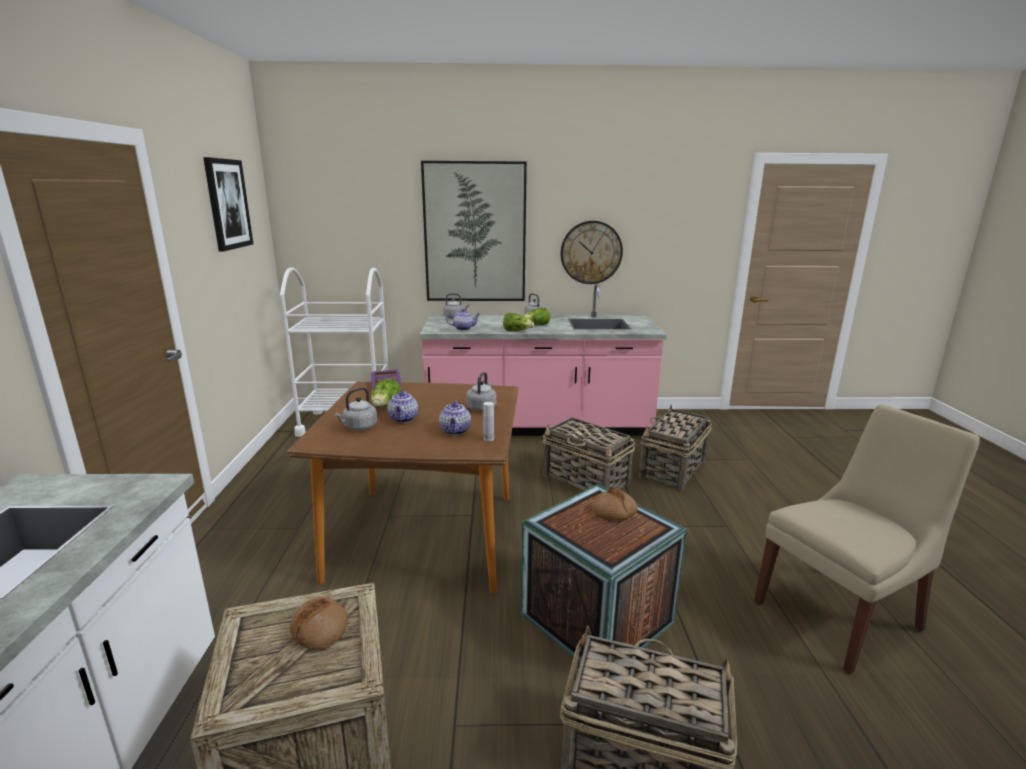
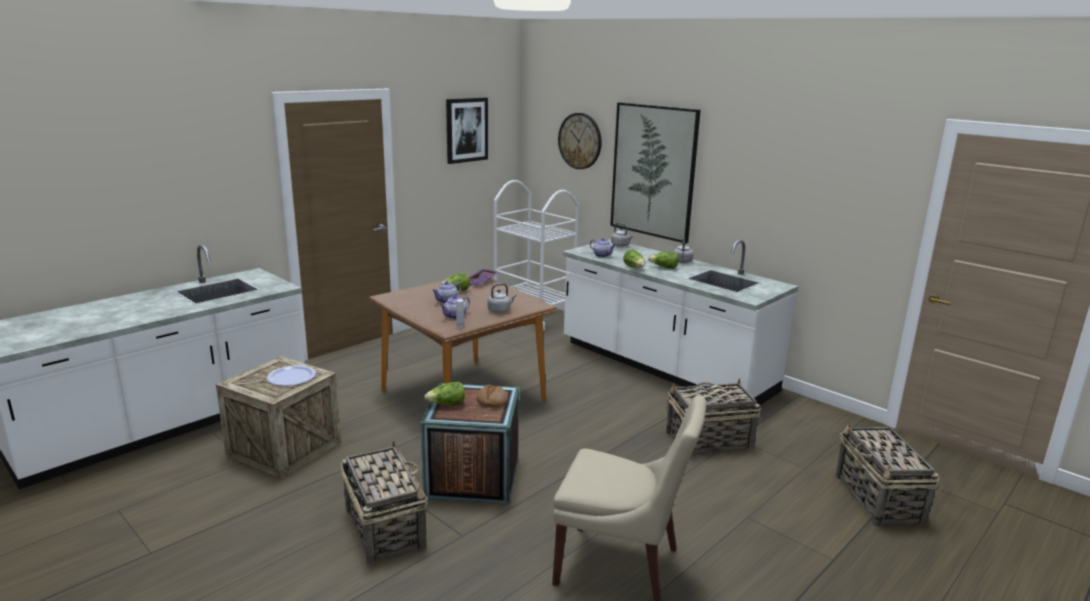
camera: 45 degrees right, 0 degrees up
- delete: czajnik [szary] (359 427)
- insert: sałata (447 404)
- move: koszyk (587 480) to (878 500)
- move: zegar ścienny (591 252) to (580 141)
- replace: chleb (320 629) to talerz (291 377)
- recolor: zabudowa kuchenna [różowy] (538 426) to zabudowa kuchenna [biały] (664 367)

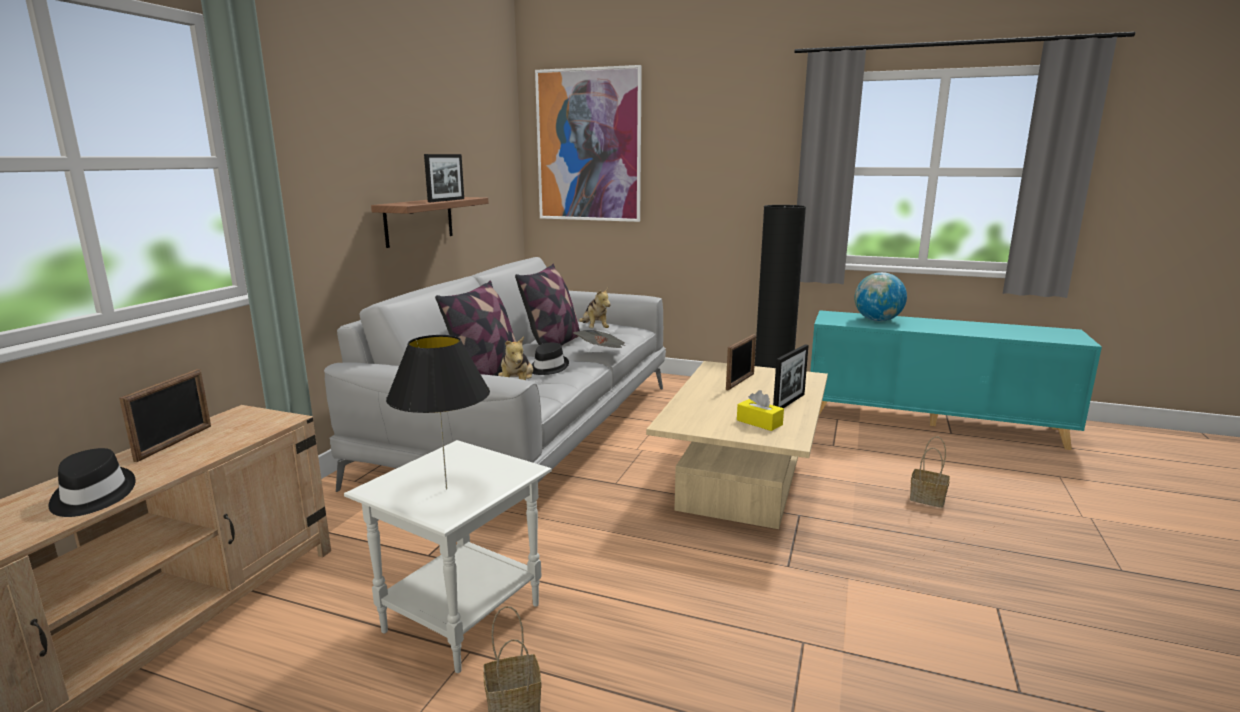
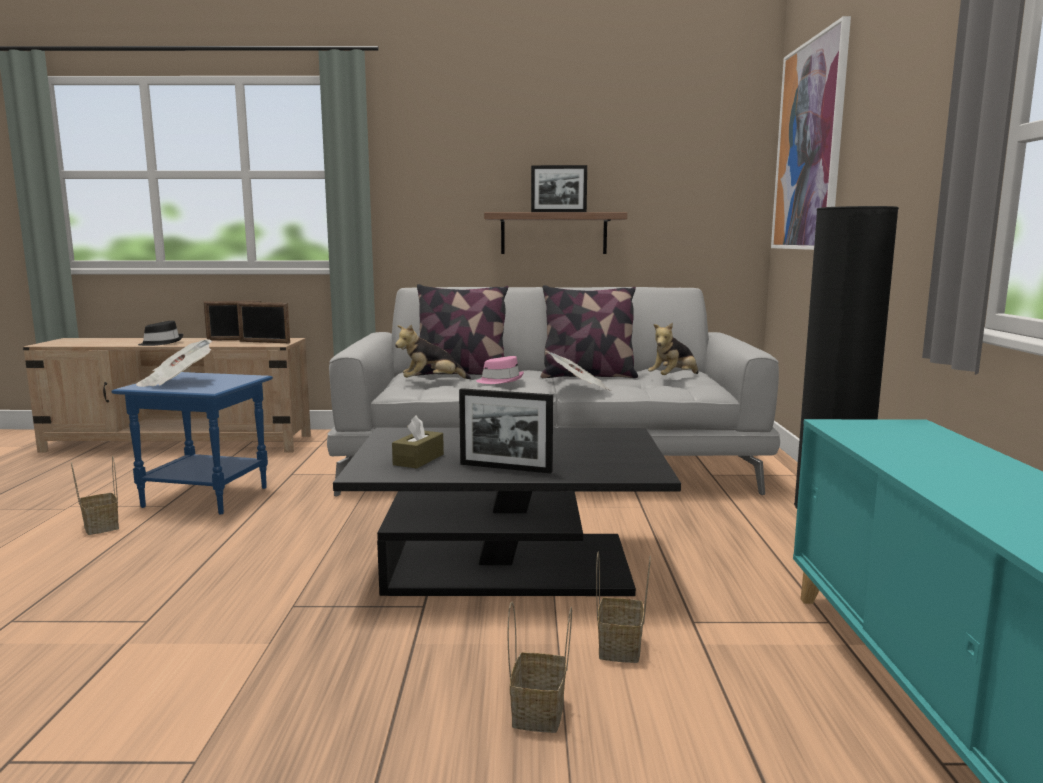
camera: 70 degrees right, 5 degrees down
- delete: globus (877 320)
- insert: koszyk (620 648)
- move: ramka na zdjęcie (740 382) to (264 342)
- replace: lampa stołowa [czarny] (447 489) to gazeta (176 382)
- recolor: stolik [biały] (463 617) to stolik [niebieski] (207 497)
- recolor: kapelusz [czarny] (547 368) to kapelusz [różowy] (500 380)
- recolor: ława [beżowy] (742 478) to ława [czarny] (509 565)
- recolor: pudełko chusteczek [żółty] (759 422) to pudełko chusteczek [brązowy] (418 459)

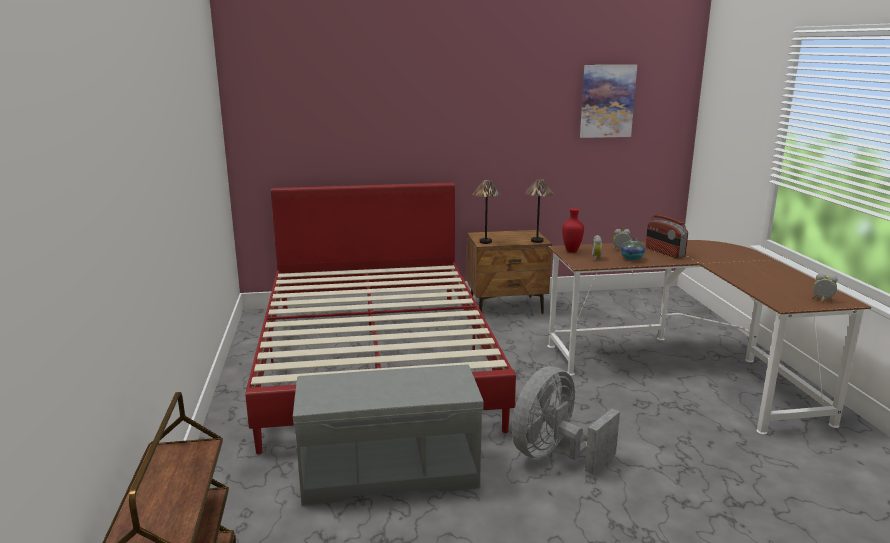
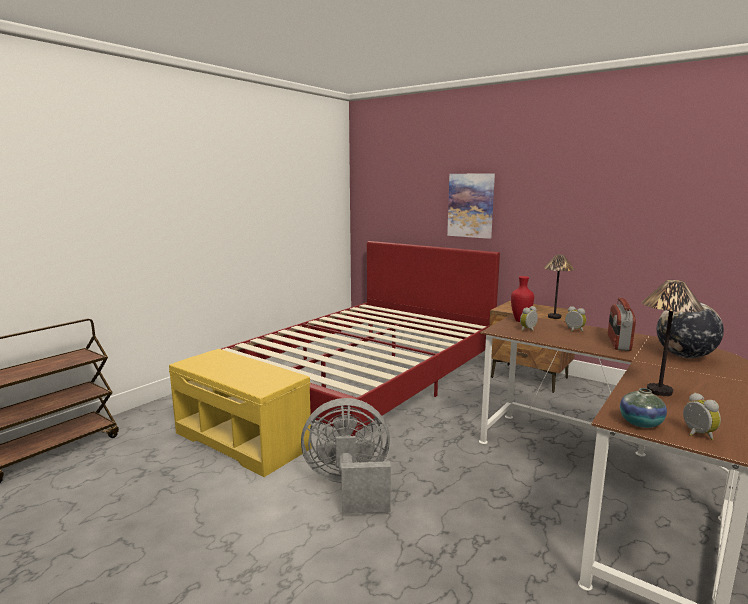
camera: 45 degrees right, 5 degrees down
- insert: globus (684 356)
- move: lampa stołowa (485 242) to (658 391)
- move: obraz (607 101) to (471 205)
- move: wazon (632 258) to (640 423)
- recolor: ławka [szary] (391 471) to ławka [żółty] (243 440)

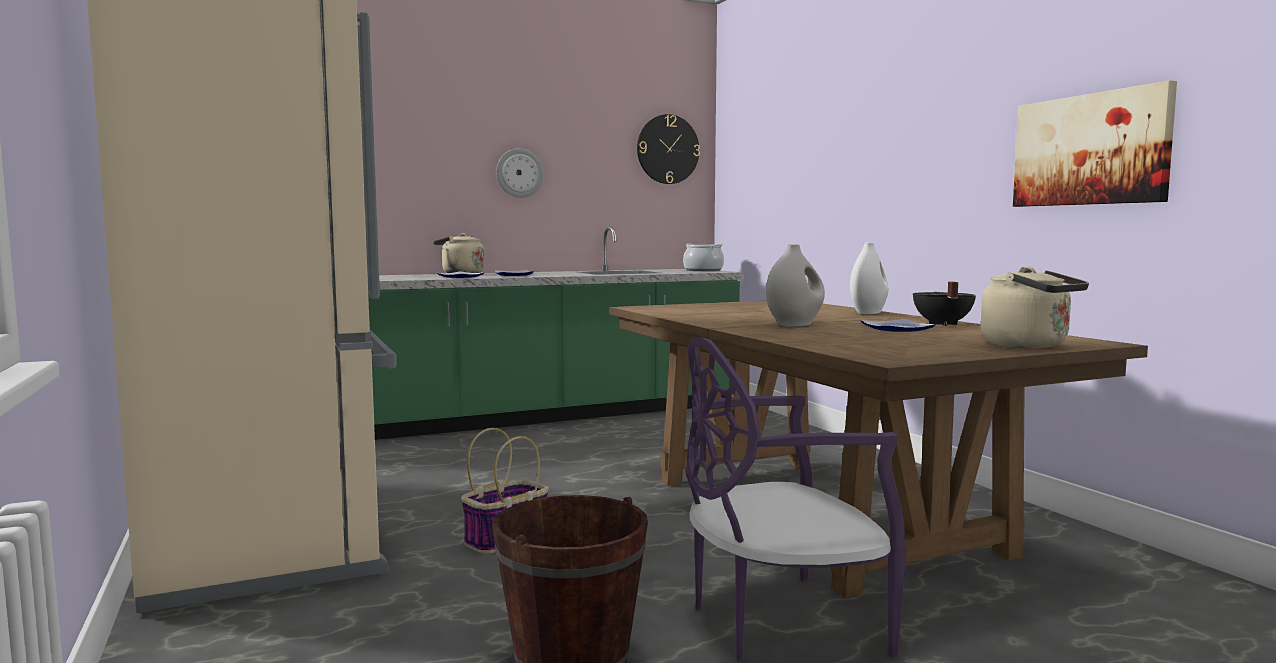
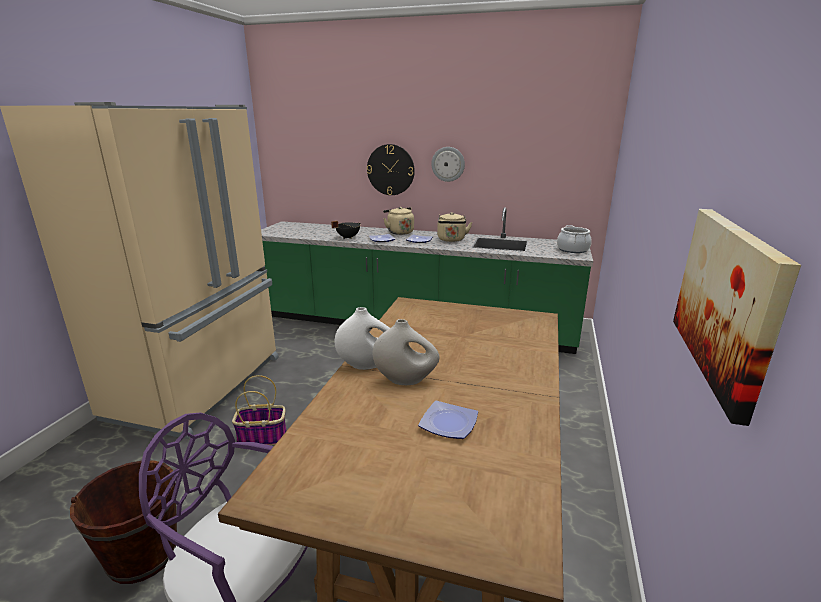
camera: 40 degrees right, 15 degrees up
- move: zegar ścienny (667 149) to (390 170)
- move: wazon [biały] (868 313) to (367 365)
- move: garnek [czarny] (941 324) to (347 237)
- move: czajnik [beżowy] (1029 345) to (451 240)

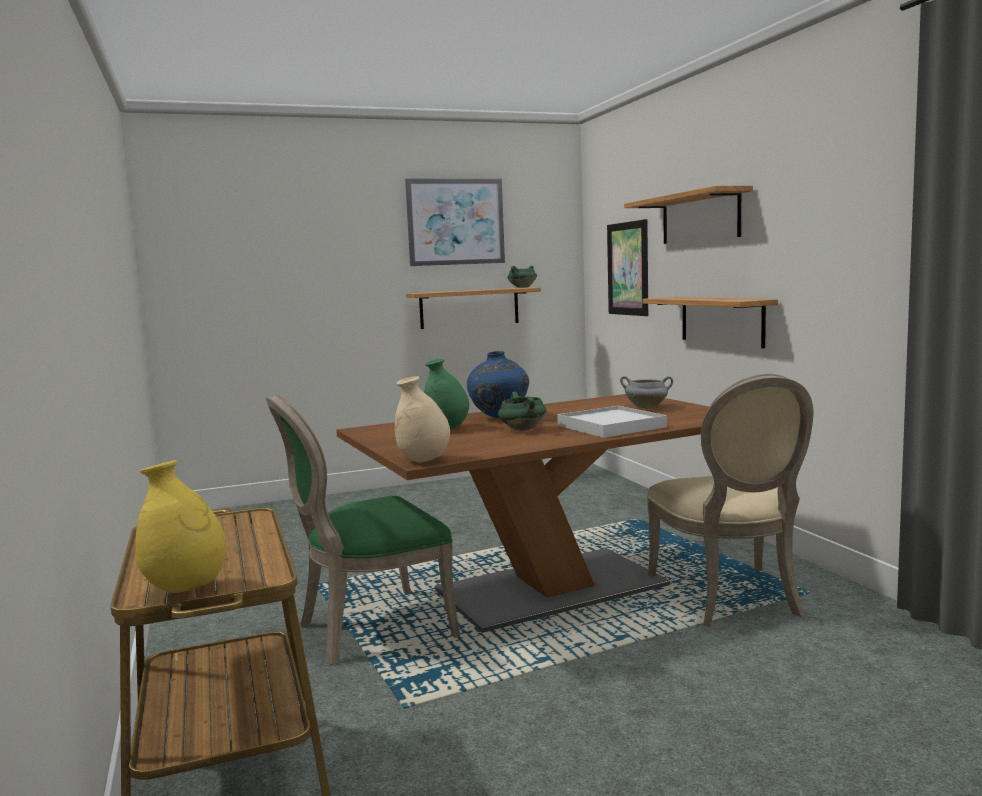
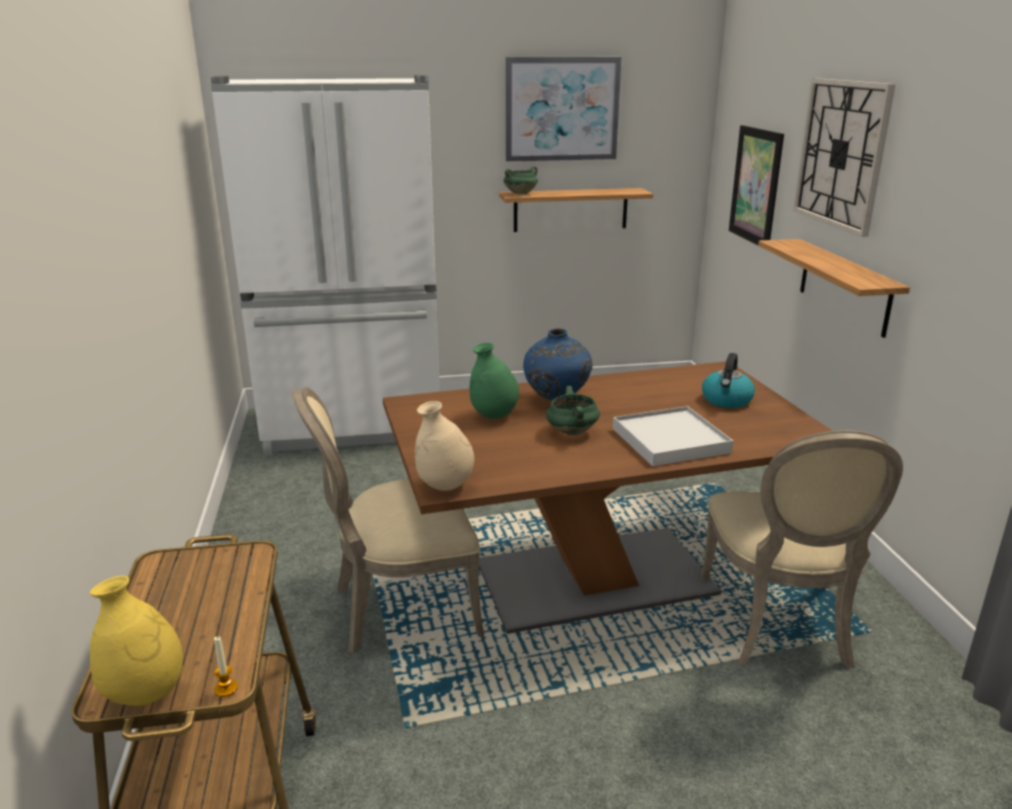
camera: 10 degrees right, 15 degrees up
- insert: lodówka [biały] (354 427)
- insert: świeca (226 689)
- move: garnek [zielony] (522 287) to (520 193)
- replace: garnek [szary] (647 407) to czajnik (727 400)
- replace: półka (700 218) to zegar ścienny (841 154)
- recolor: krzesło [zielony] (369 629) to krzesło [beżowy] (399 609)

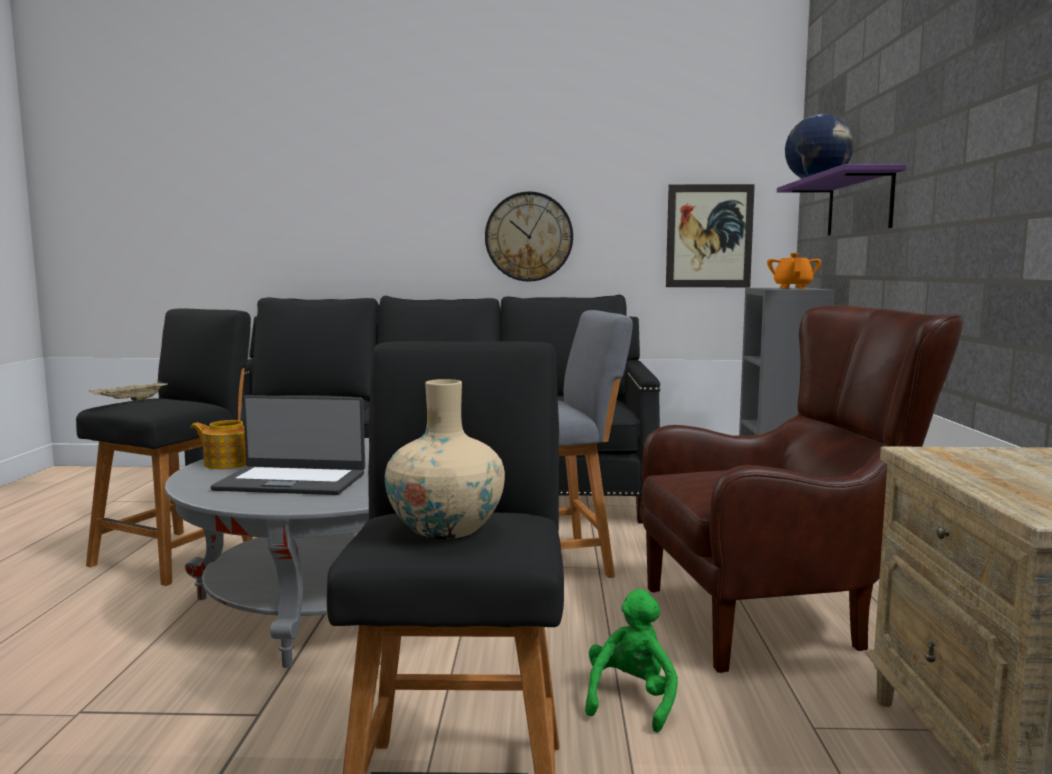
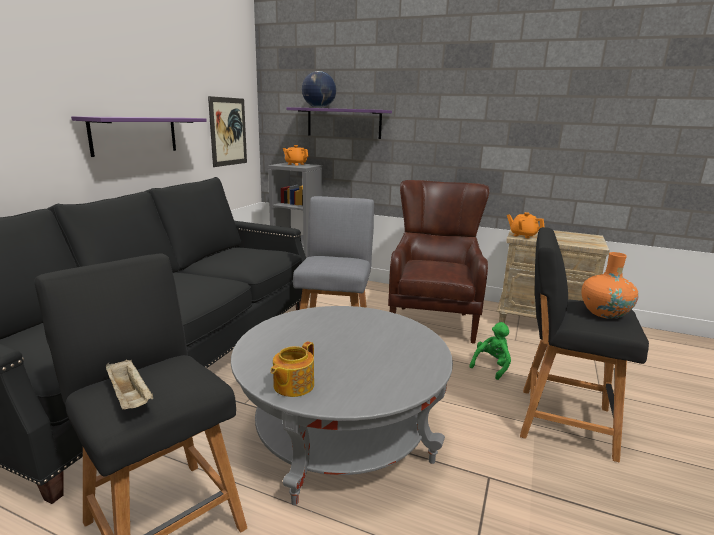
camera: 70 degrees left, 10 degrees up
- delete: laptop (292 481)
- insert: imbryk [pomarańczowy] (523 235)
- replace: zegar ścienny (529 237) to półka [fioletowy] (135 135)
- recolor: wazon [beżowy] (446 528) to wazon [pomarańczowy] (604 313)
- rotate: pluszak [zielony] (631 699) = (491 366) 90 degrees clockwise

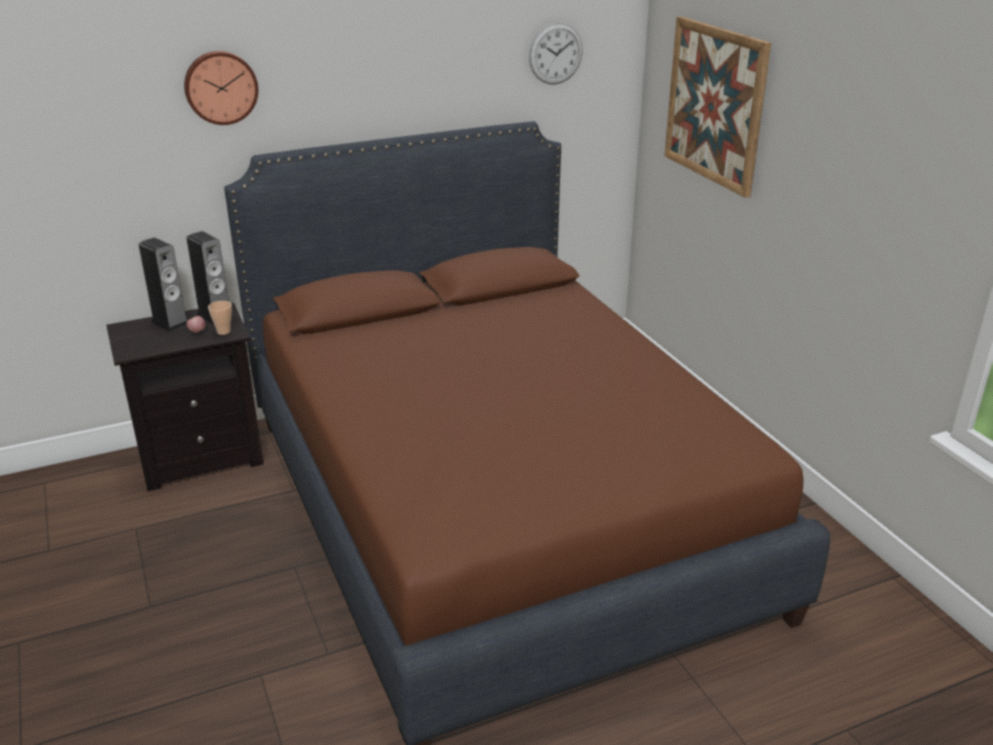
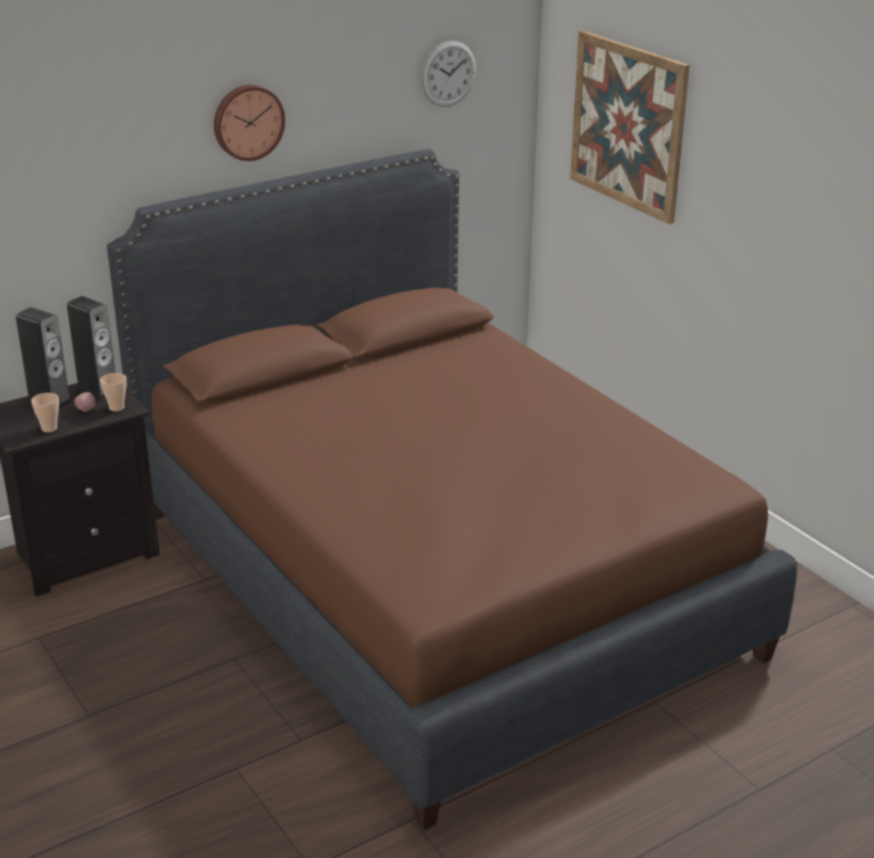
camera: 10 degrees left, 0 degrees up
- insert: filiżanka (49 428)
- move: zegar ścienny (220 87) to (247 122)

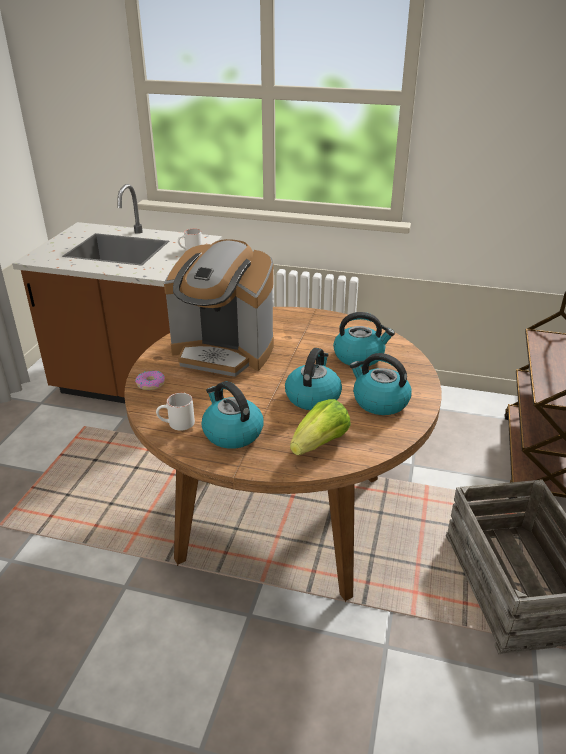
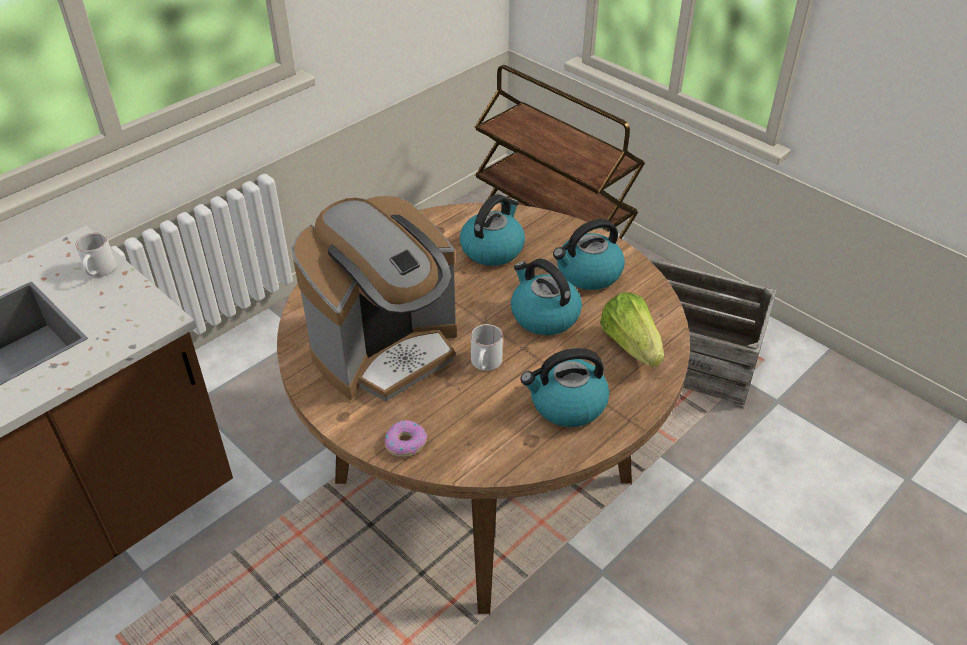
camera: 60 degrees left, 10 degrees up
- move: kubek [biały] (176 424) to (486 364)

